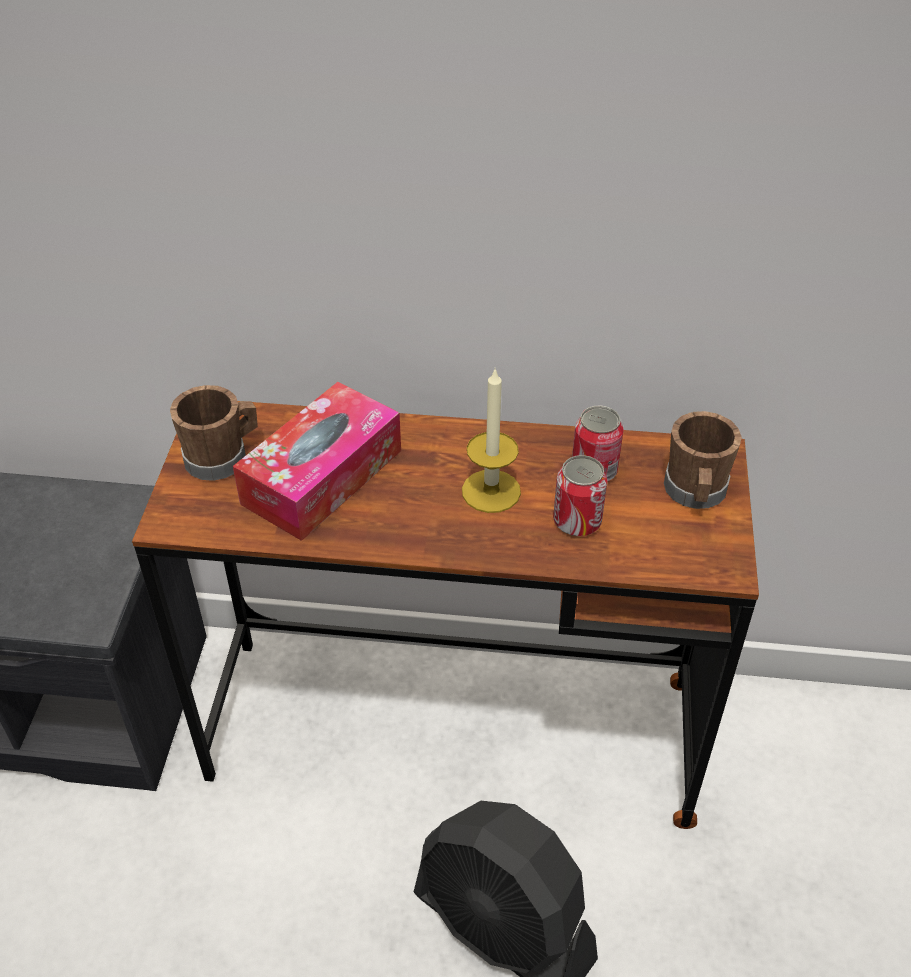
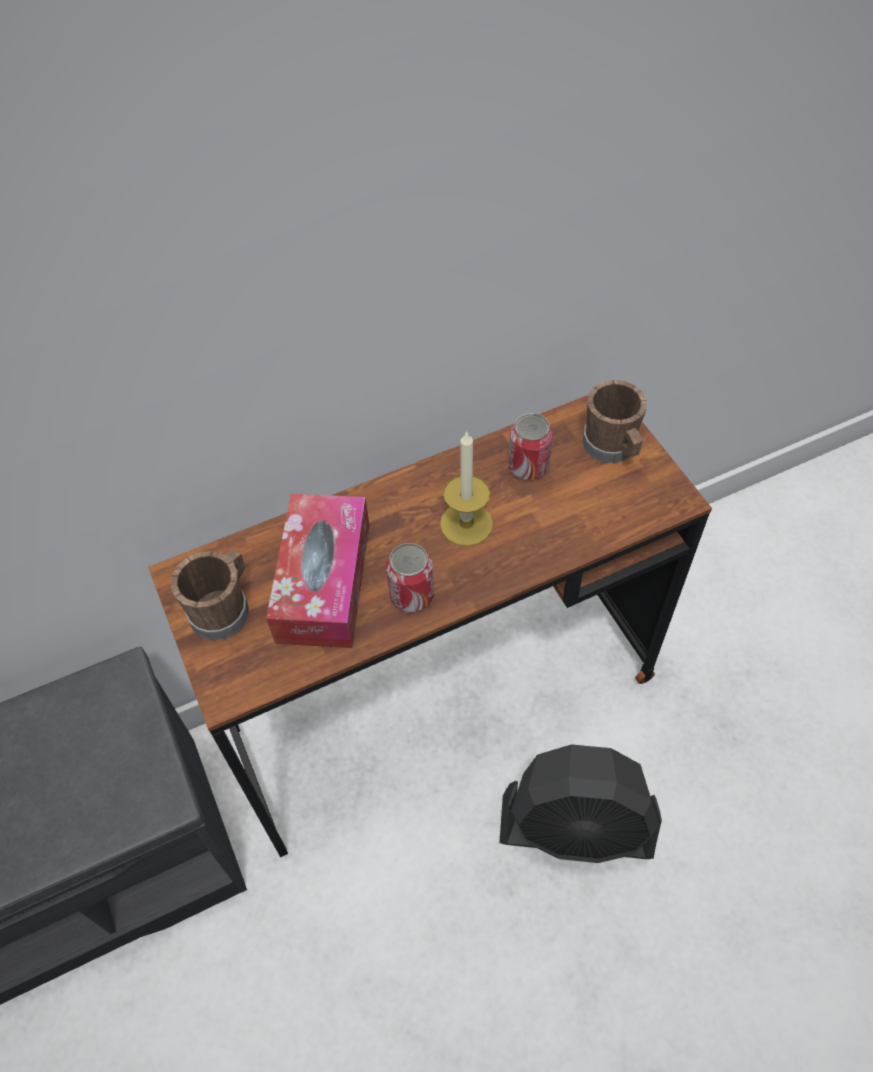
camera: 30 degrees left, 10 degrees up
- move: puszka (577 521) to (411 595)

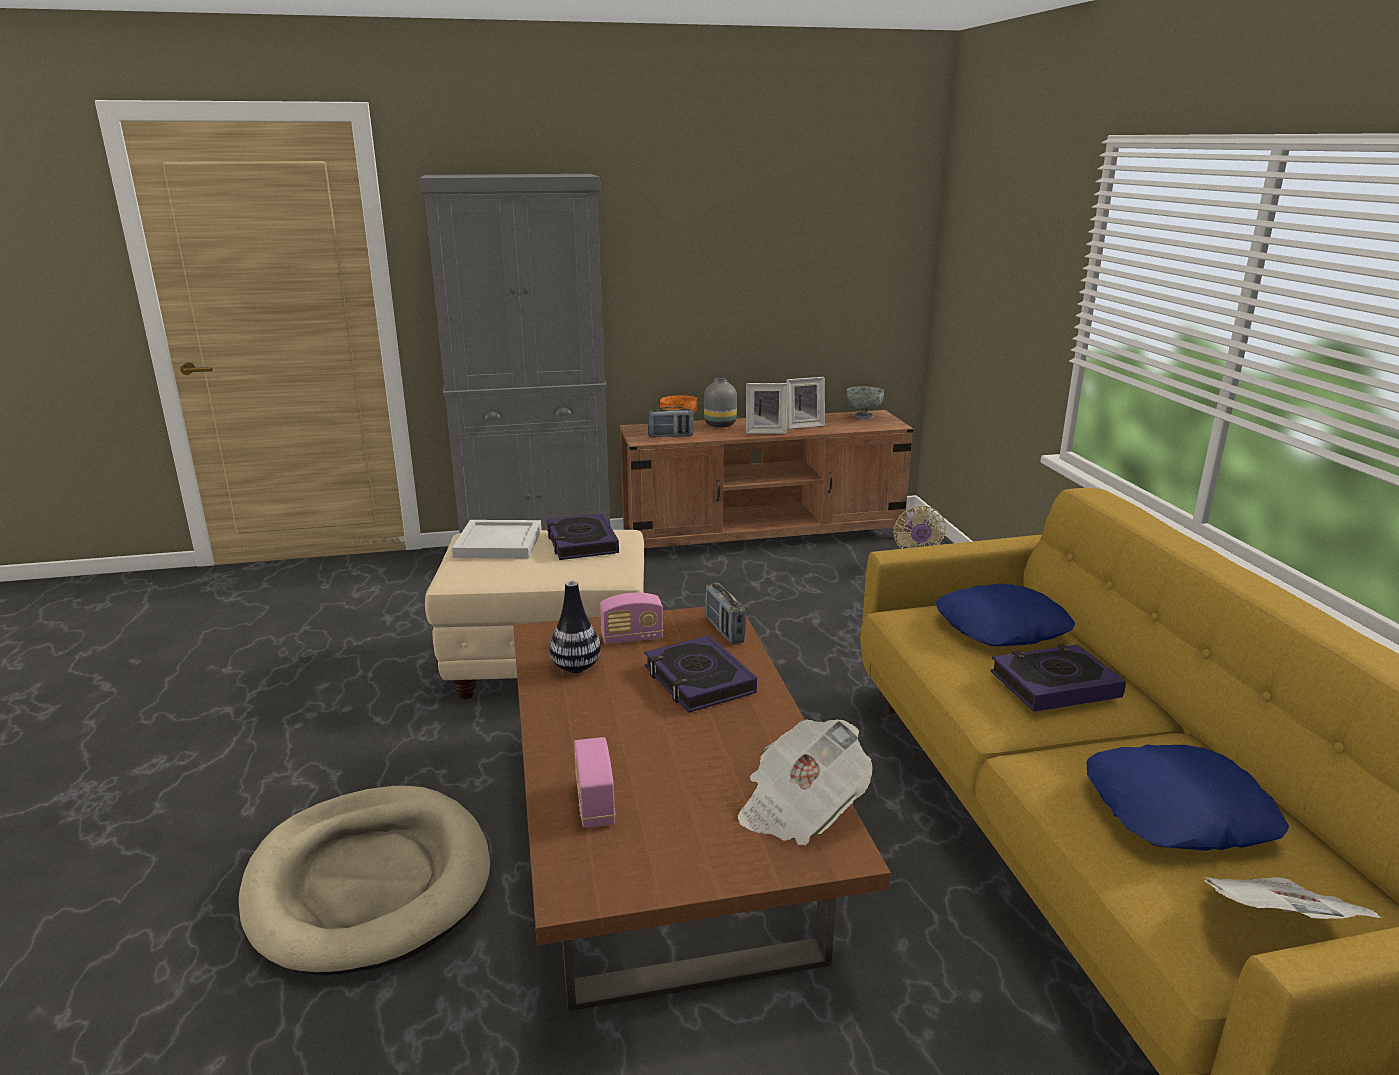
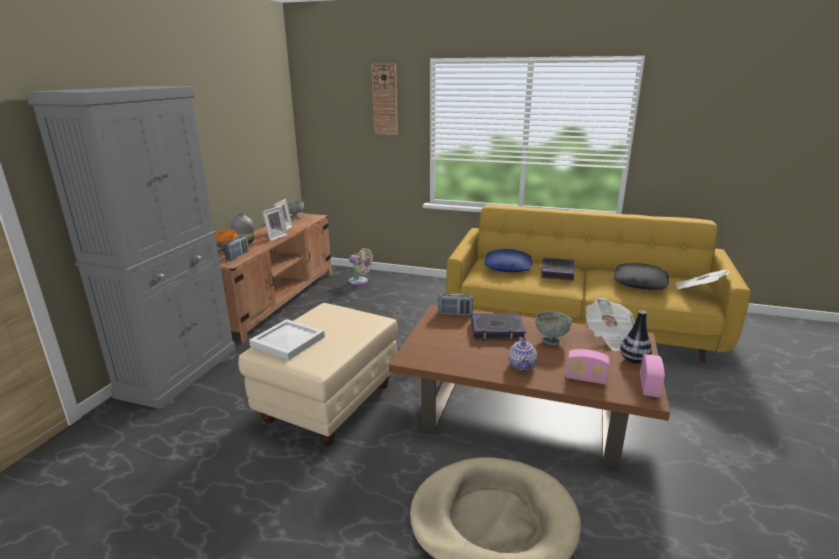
camera: 60 degrees left, 0 degrees up
- delete: książka (581 543)
- insert: zegar ścienny (385 99)
- insert: imbryk (522 365)
- insert: miska [szary] (551 340)
- move: wazon (576 667) to (633 360)
- move: radio (632 638) to (649 386)
- recolor: poduszka [niebieski] (1178 813) to poduszka [czarny] (640 282)

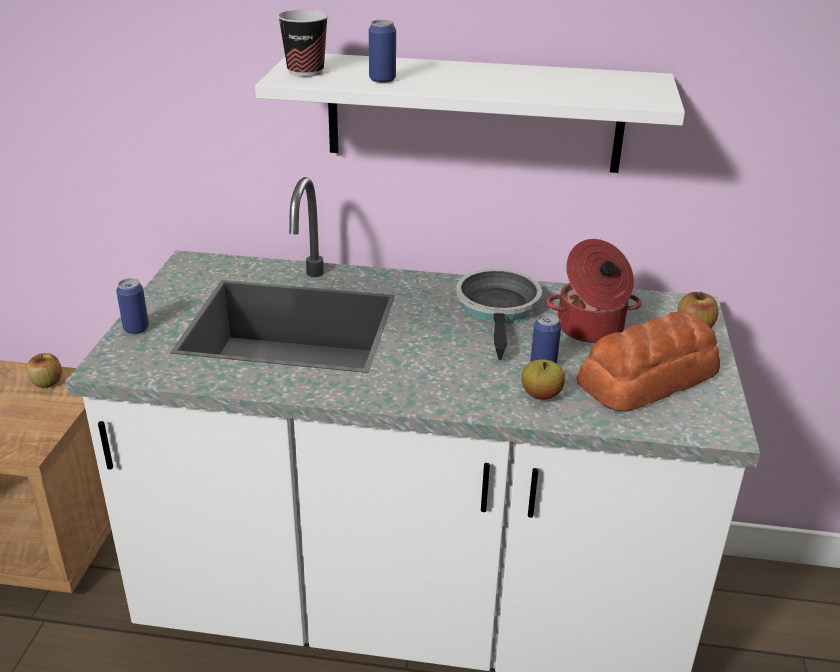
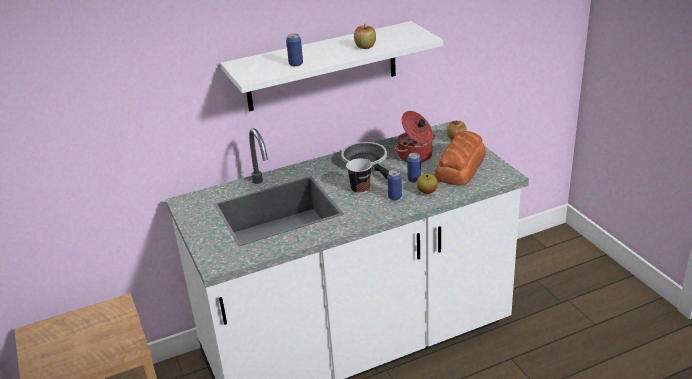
camera: 30 degrees left, 0 degrees up
- move: jabłko (47 382) to (365 47)
- move: puszka (136 329) to (394 197)
- move: filiżanka (305 72) to (360 189)

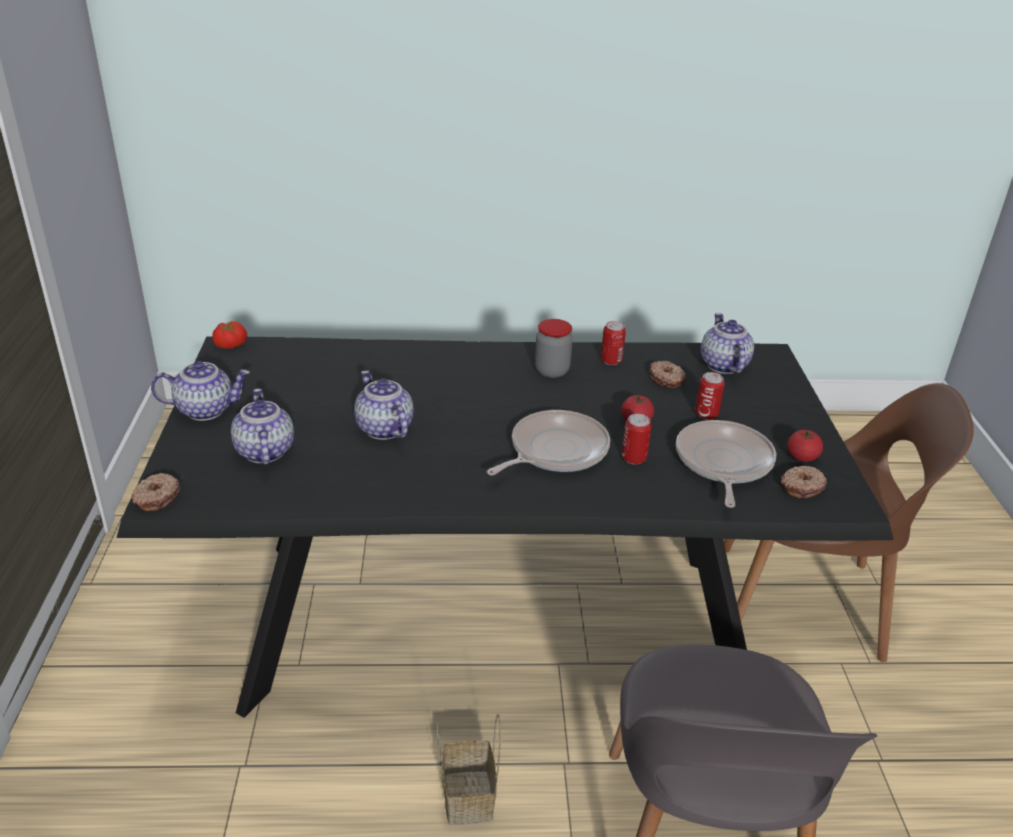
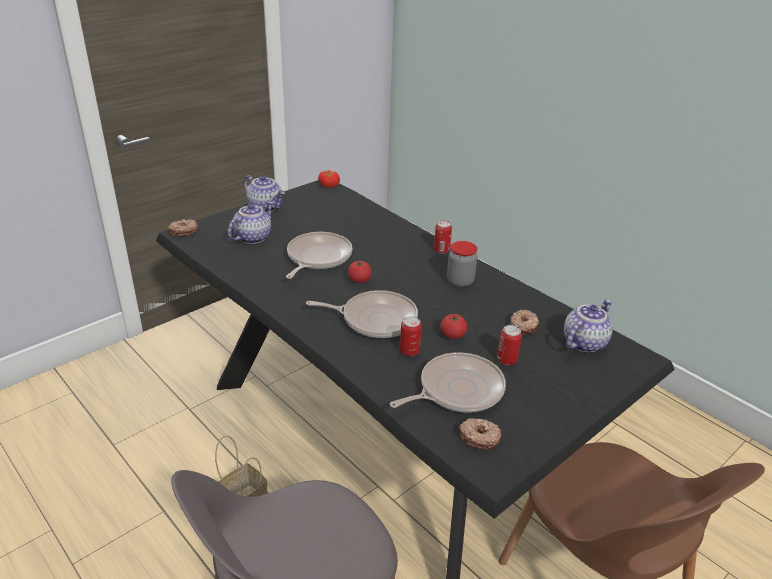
camera: 50 degrees right, 0 degrees up
- move: puszka (611 360) to (441 250)
- move: pomidor (802 457) to (359 280)
- replace: imbryk (383 429) to patelnia (317 258)

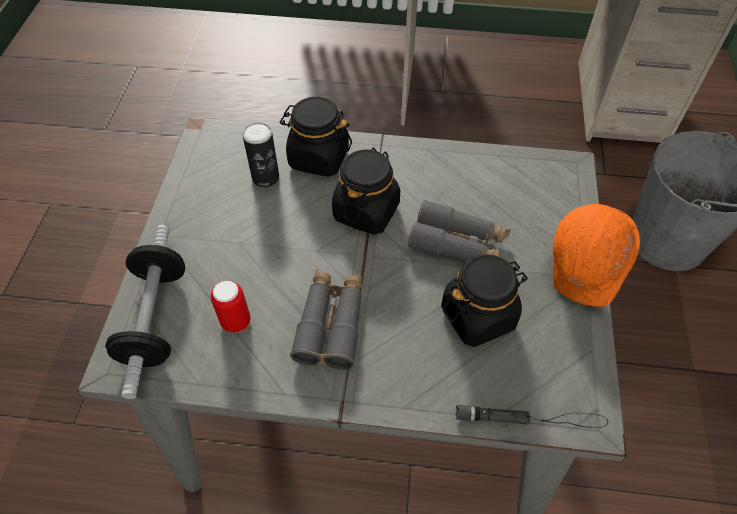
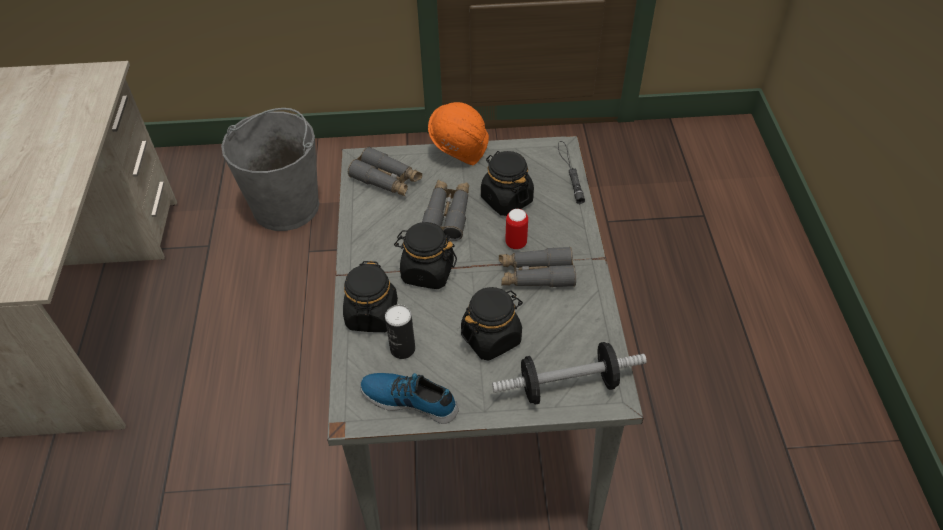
camera: 100 degrees left, 5 degrees down
- insert: lornetka [szary] (386 179)
- insert: but (410 399)
- insert: słoik [czarny] (491 337)
- move: puszka (236 321) to (516 243)

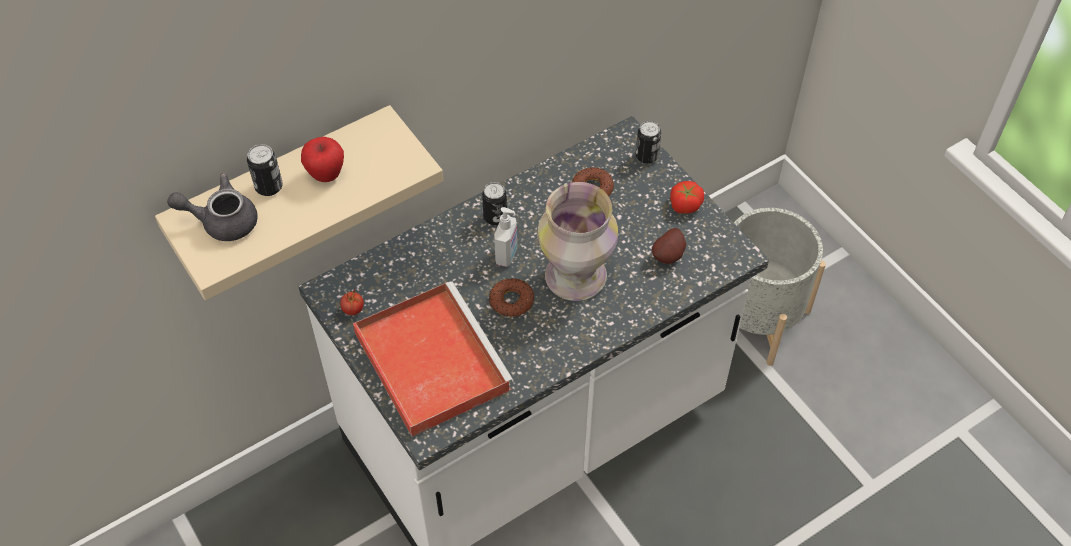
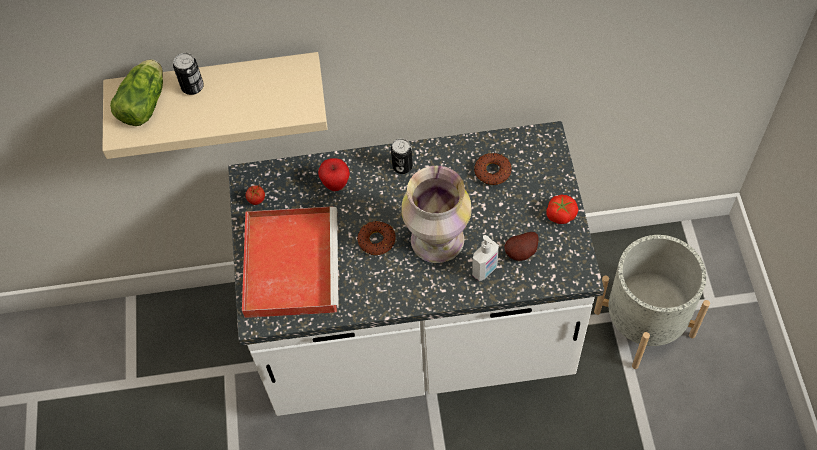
camera: 30 degrees right, 5 degrees up
- delete: puszka (646 156)
- move: jabłko (326 174) to (336 184)
- move: dozownik mydła (507 255) to (485 270)
- replace: imbryk [szary] (222 221) to sałata (145 102)

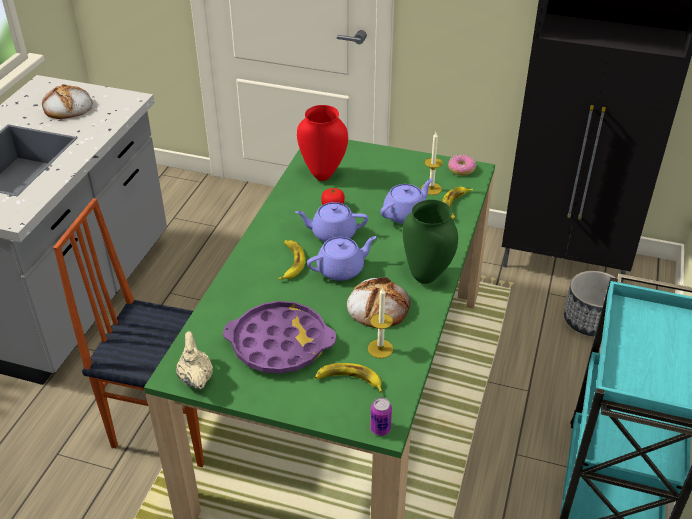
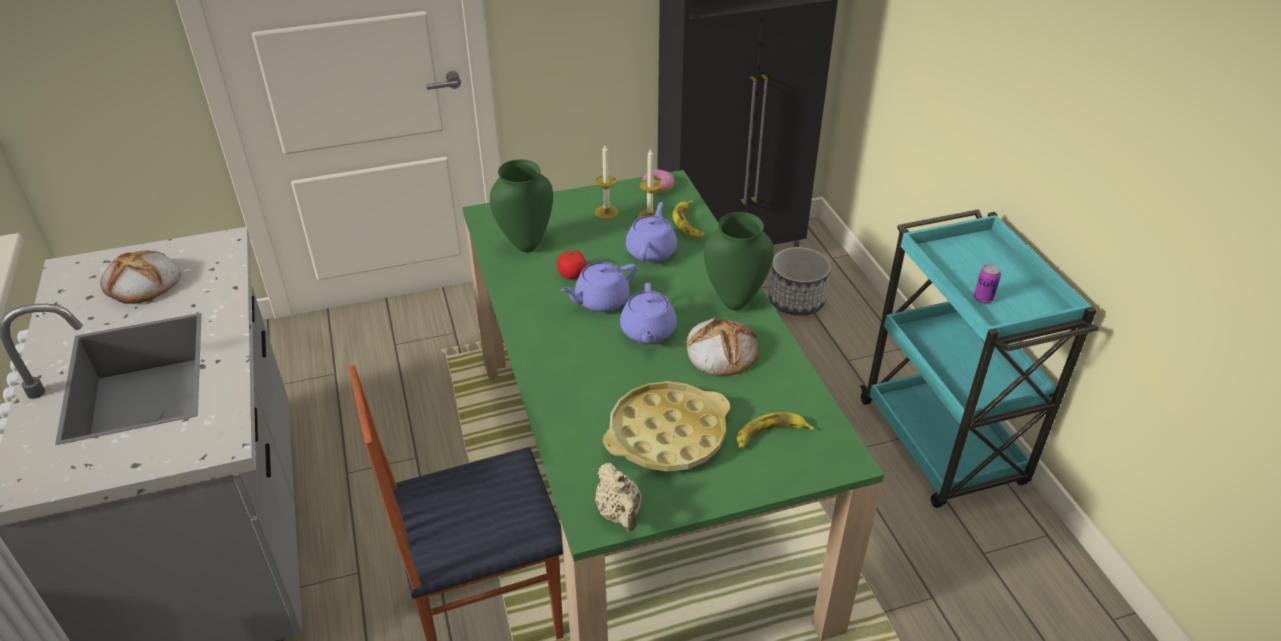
camera: 35 degrees left, 0 degrees up
- delete: banan (290 262)
- move: świeca (380 349) to (606 212)
- move: puszka (380 429) to (983 298)
- recolor: taca [fioletowy] (280 343) to taca [żółty] (667 434)
- recolor: wazon [czerwony] (322 176) to wazon [zielony] (526 246)
- rotate: imbryk [beżowy] (196 378) = (619 514) 150 degrees counterclockwise
- rotate: imbryk [fioletowy] (341 269) = (648 332) 150 degrees clockwise

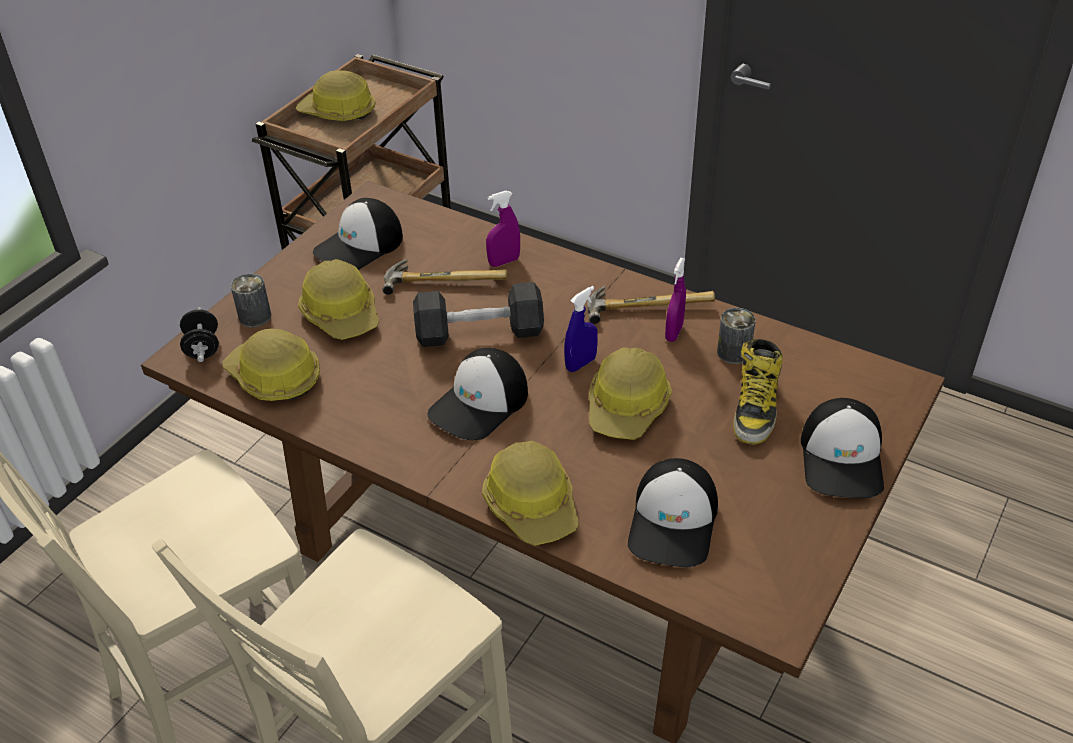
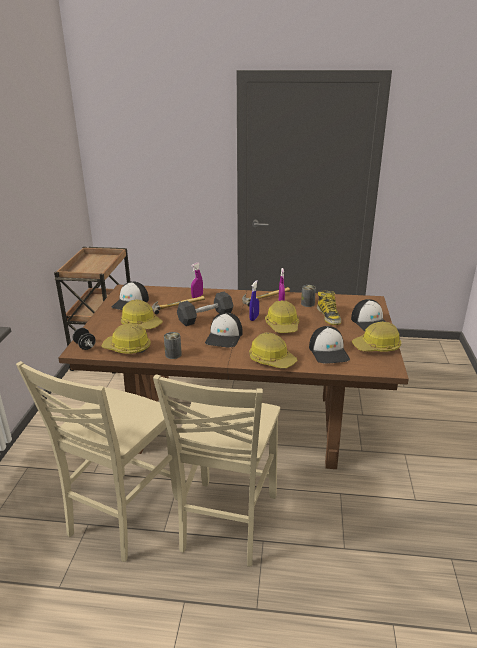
camera: 25 degrees left, 15 degrees down
- move: puszka (255 317) to (173 354)
- move: kask (338 112) to (377 347)

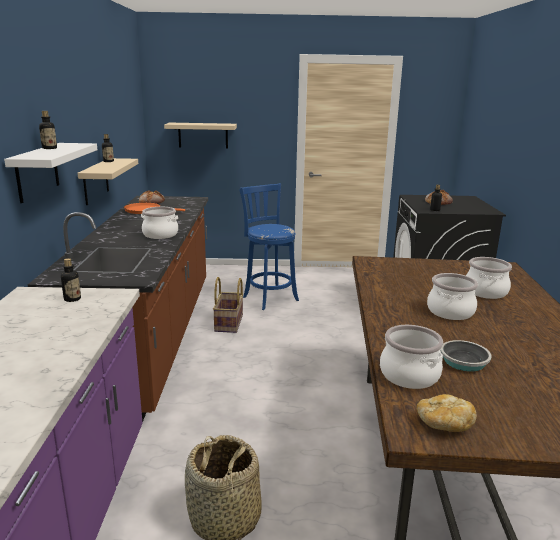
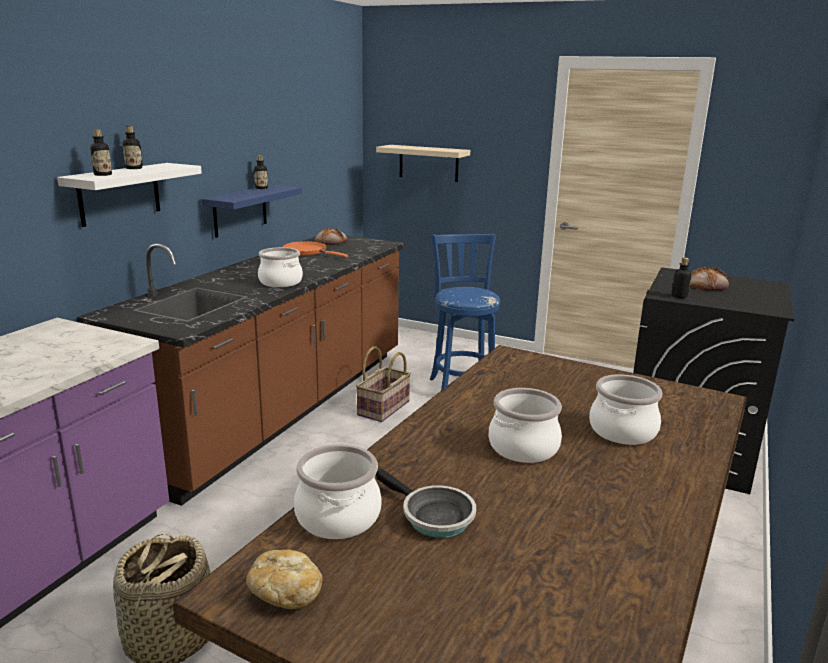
camera: 25 degrees right, 0 degrees up
- move: butelka (72 299) to (103 175)
- recolor: półka [beżowy] (96 181) to półka [niebieski] (240 210)

